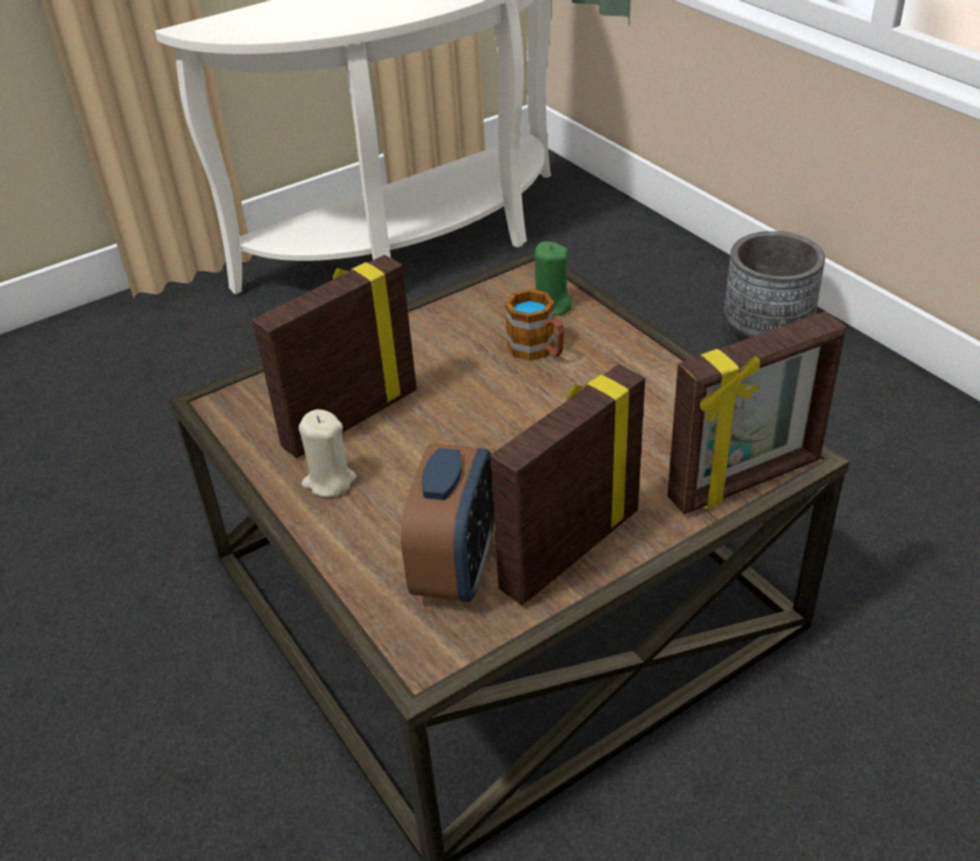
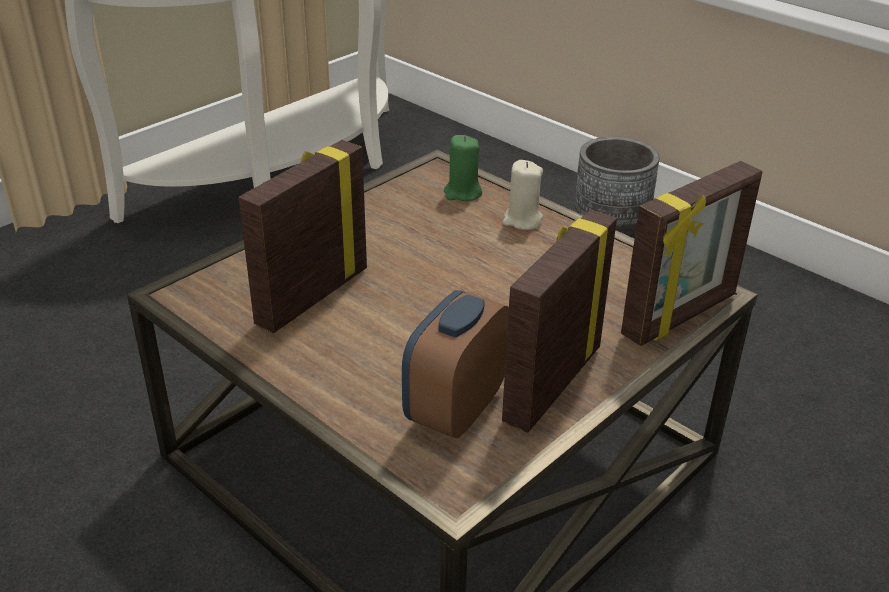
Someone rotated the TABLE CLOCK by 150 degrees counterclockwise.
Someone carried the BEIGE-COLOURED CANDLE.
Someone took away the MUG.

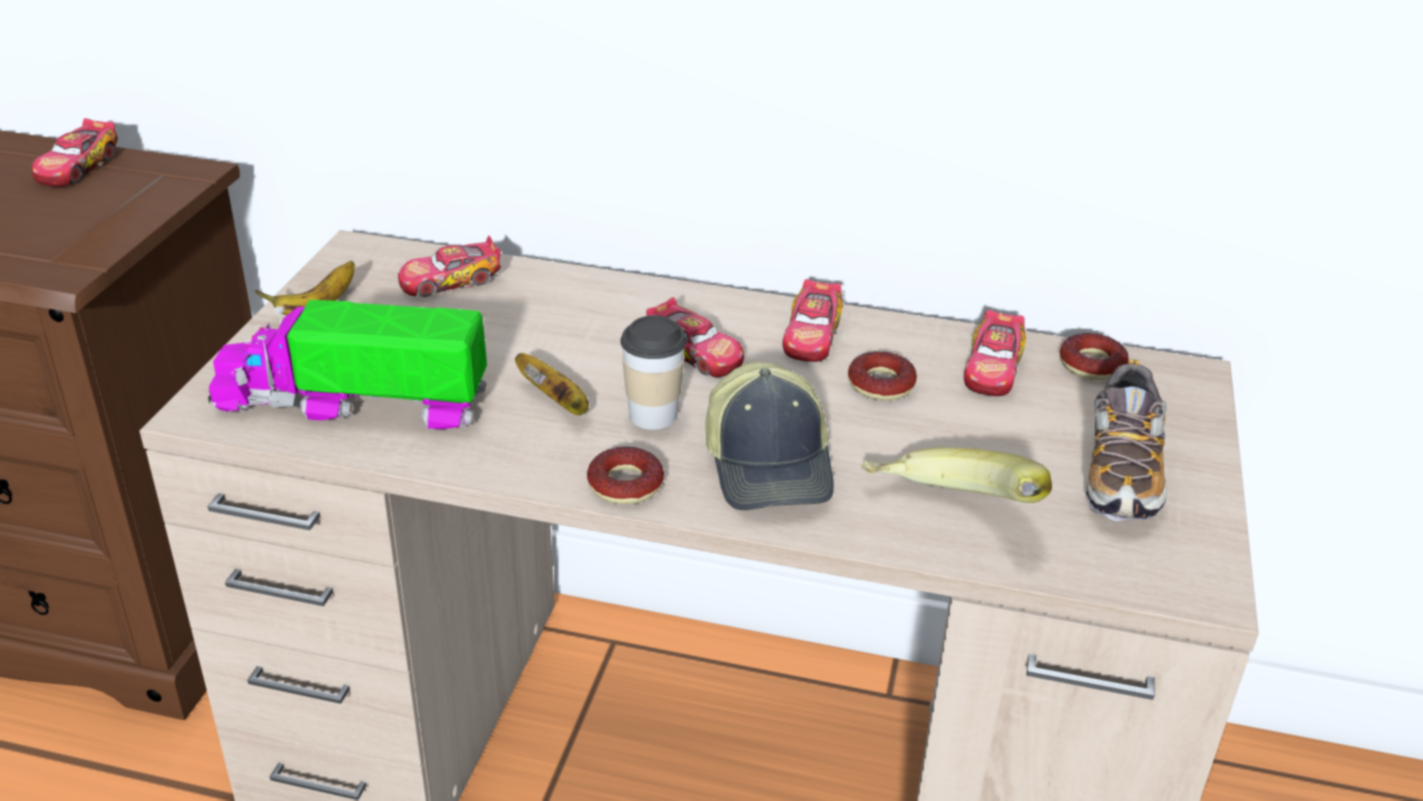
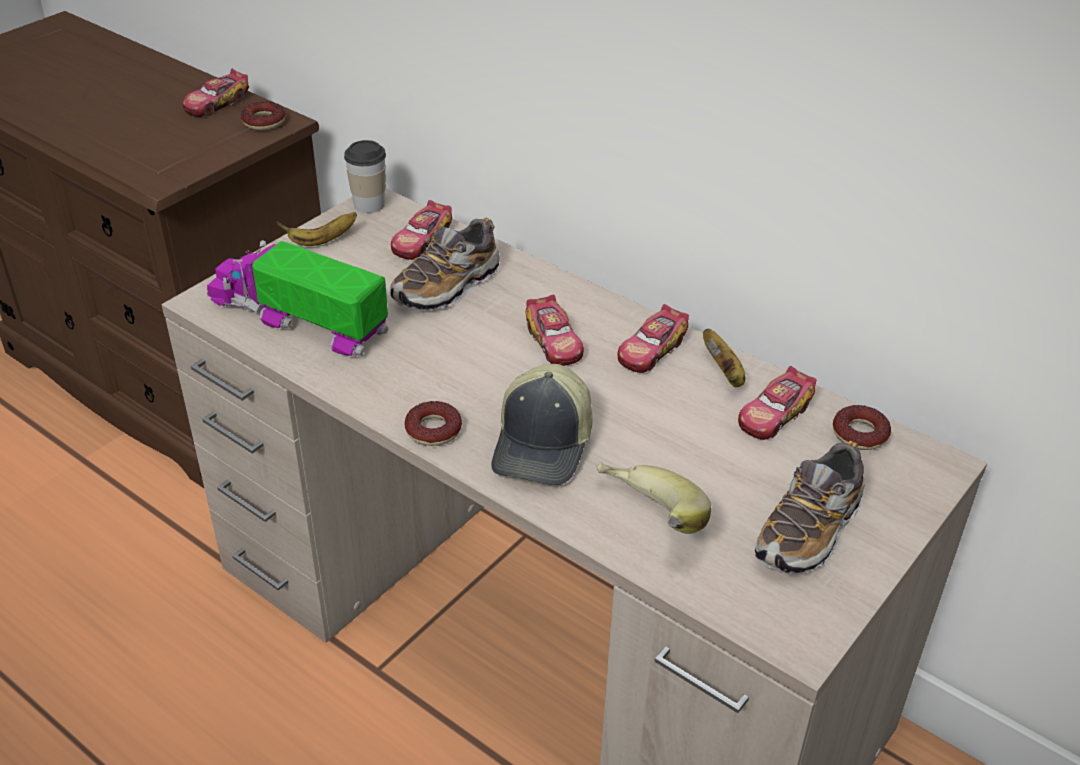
Someone carried the DONUT (2nd from left in the first image).
Someone carried the DRINKING CUP.
Someone put down the LOW SHOE (1st from left).
Someone rotated the MINIATURE CAR (2nd from left) by 60 degrees counterclockwise.
Someone carried the BANANA (2nd from left in the first image).

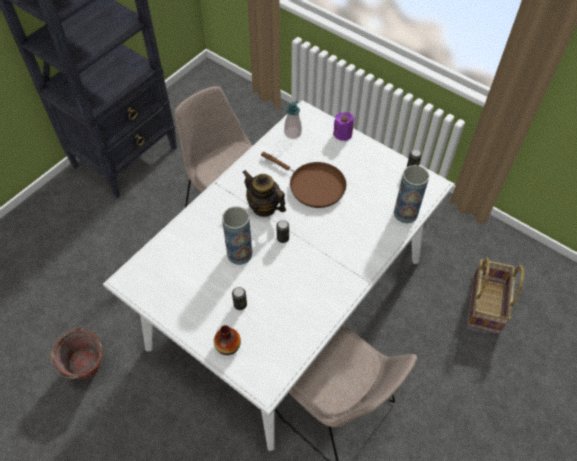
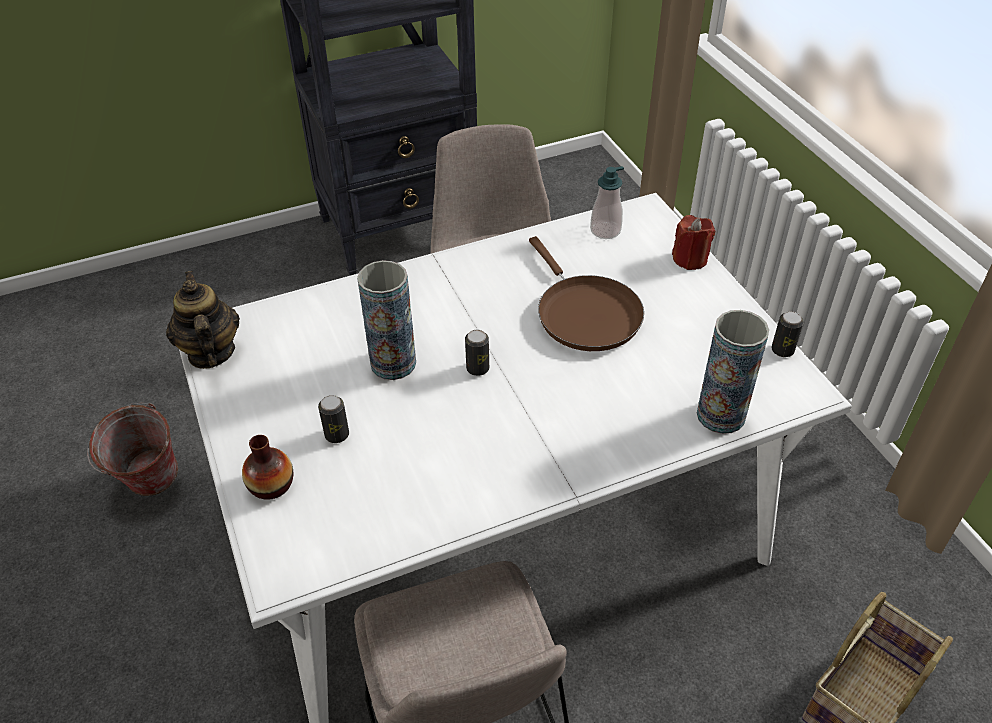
Someone carried the TEA POT.
Someone repainted the PURPLE-COLOURED CANDLE, which became the RED-COLOURED CANDLE.

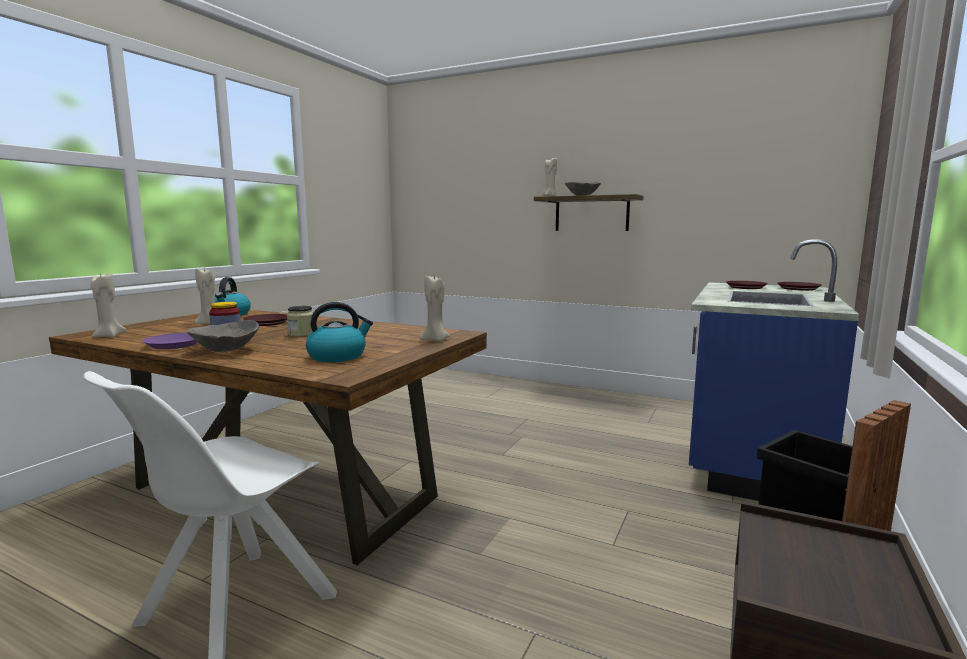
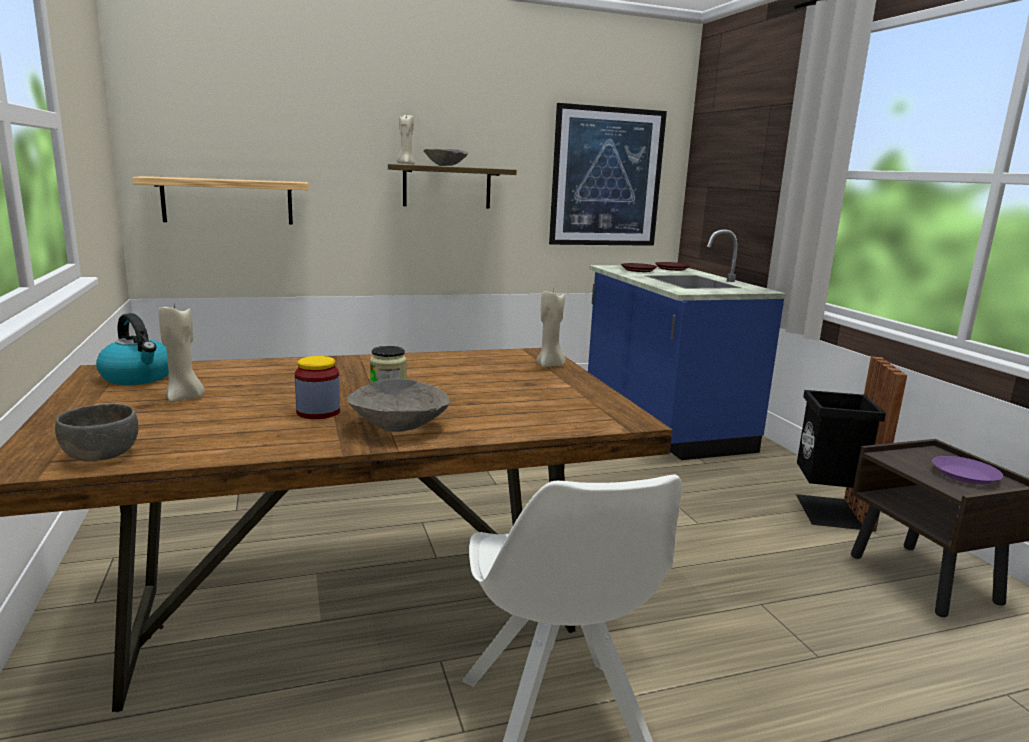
Someone swapped the BEIGE-COLOURED CANDLE (1st from left) for the GRAY BOWL (1st from left).
Someone put up the WALL SHELF (1st from left).
Someone put up the WALL PICTURE.
Someone carried the PURPLE-COLOURED DINNER PLATE.
Someone took away the BROWN DINNER PLATE (1st from left).
Someone took away the KETTLE (2nd from left).

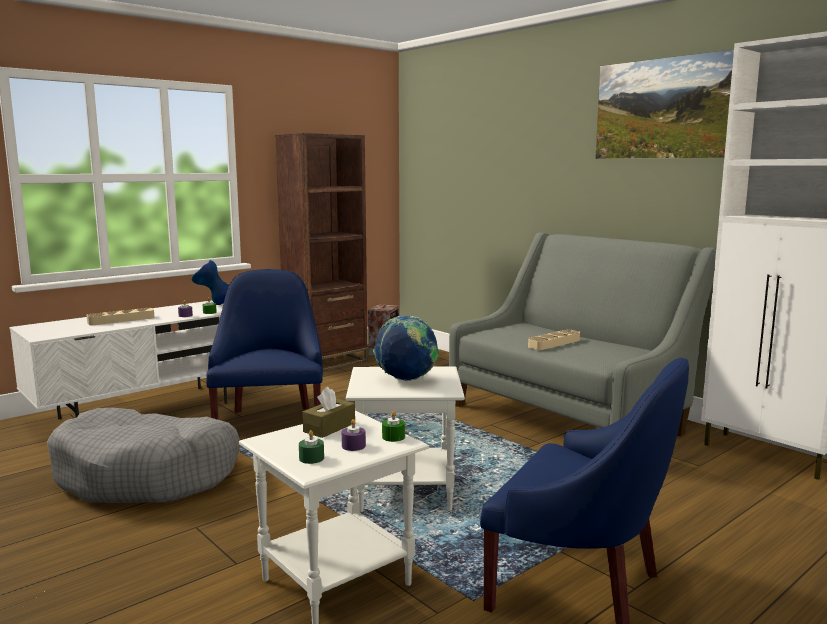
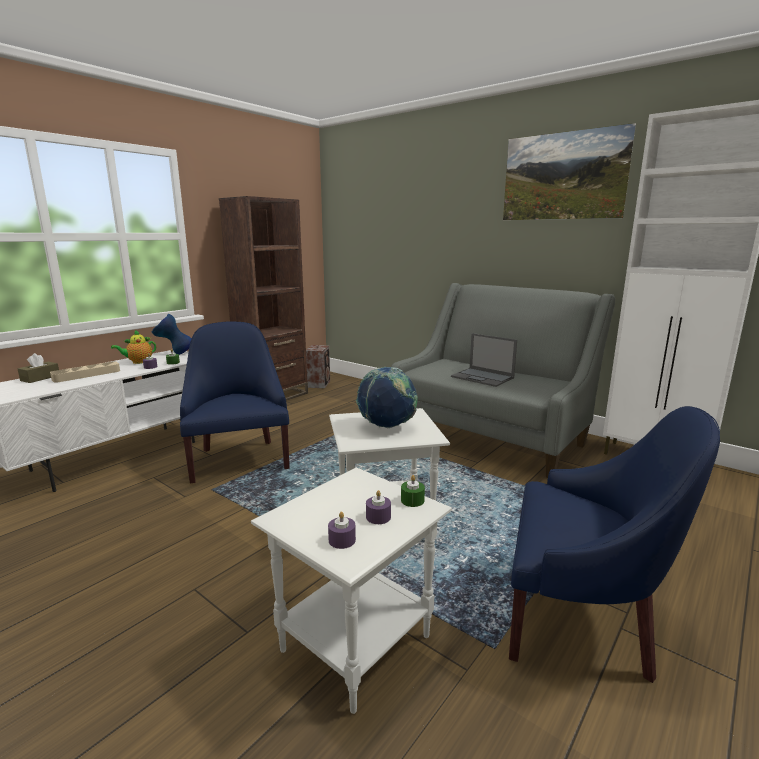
Someone carried the BROWN TISSUE HOLDER.
Someone put down the TEA POT.
Someone repainted the GREEN-COLOURED CANDLE (2nd from left), which became the PURPLE-COLOURED CANDLE (2nd from left).
Someone swapped the BEIGE-COLOURED SERVING TRAY (2nd from left) for the LAPTOP.
Someone took away the GRAY PET BED.

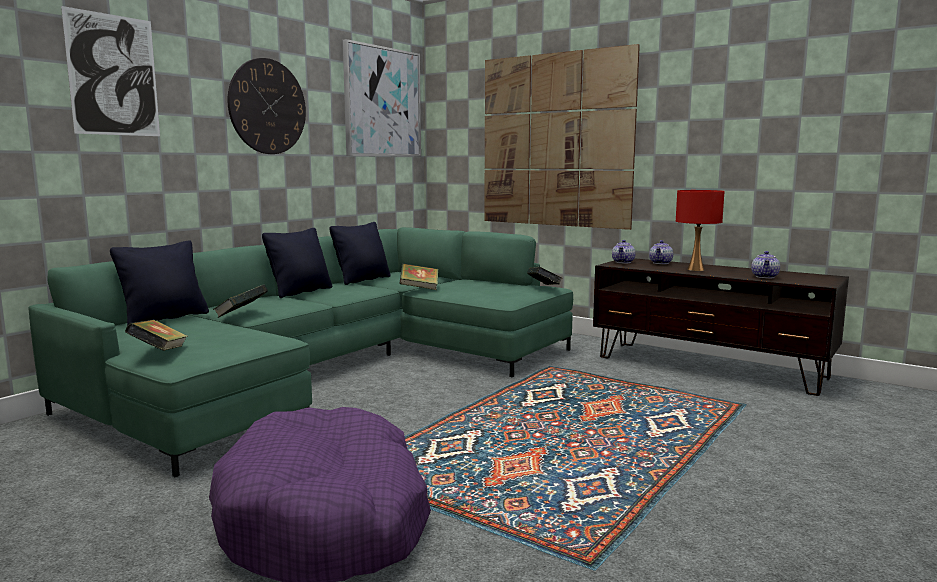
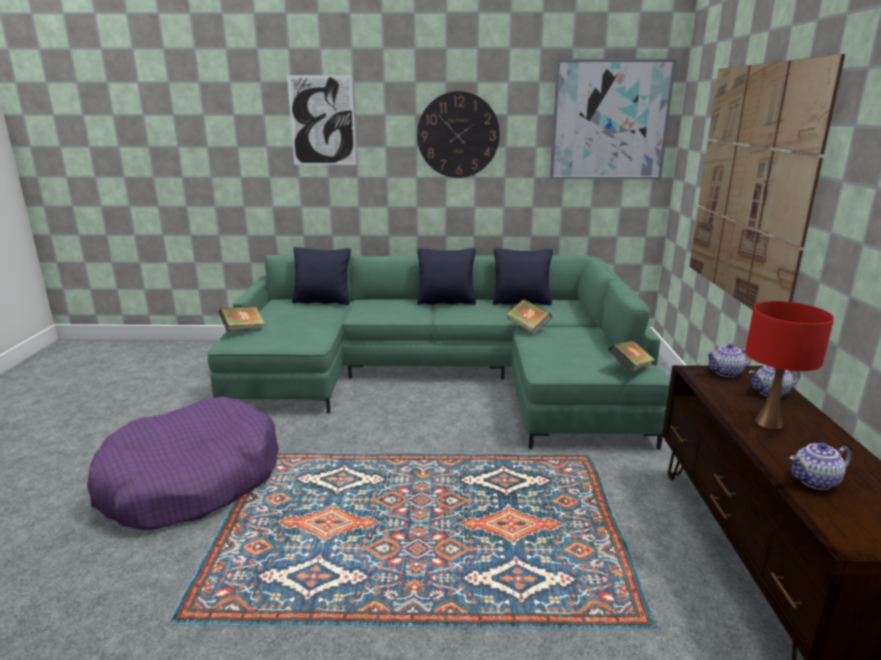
Someone took away the BOOK (2nd from left).

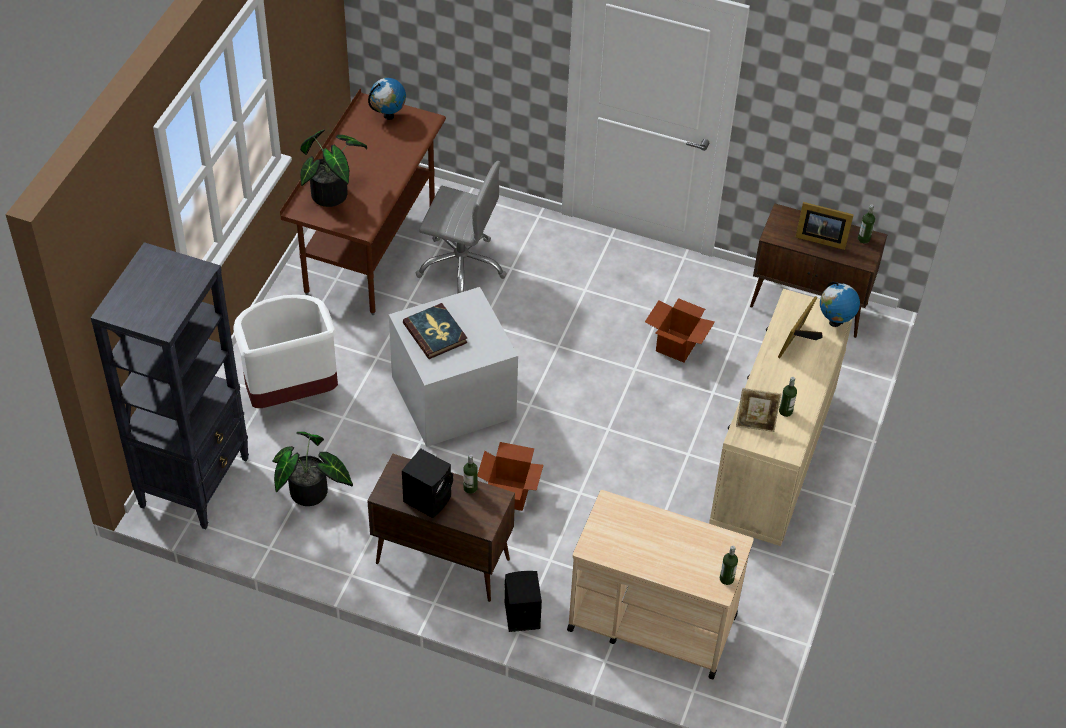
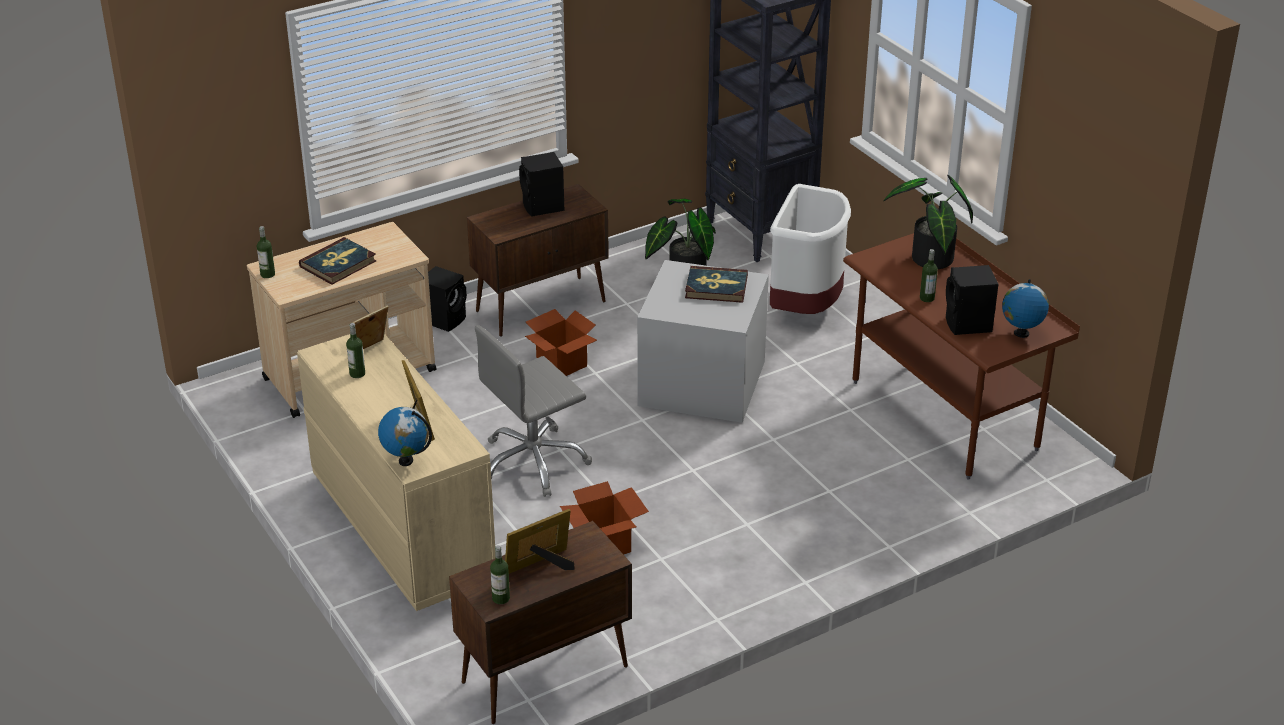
Someone put down the BOOK (1st from left).
Someone carried the GRAY COMPUTER CHAIR.
Someone carried the BEVERAGE BOTTLE (1st from left in the first image).
Someone put down the BLACK LOUDSPEAKER (3rd from left).

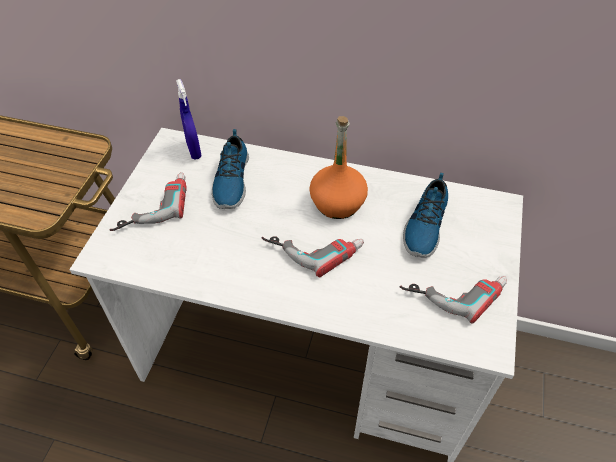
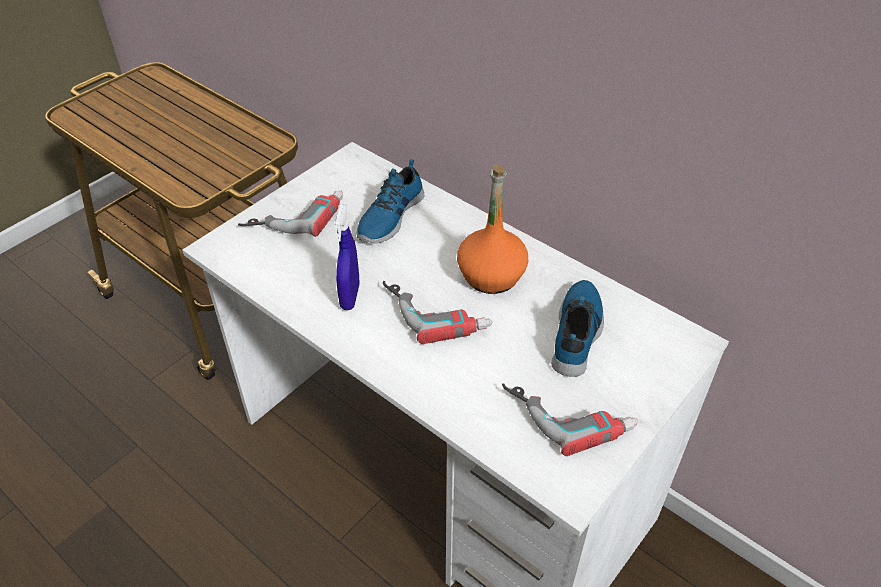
Someone carried the BLUE HAND SPRAYER.
Someone rotated the LOW SHOE (2nd from left) by 150 degrees clockwise.

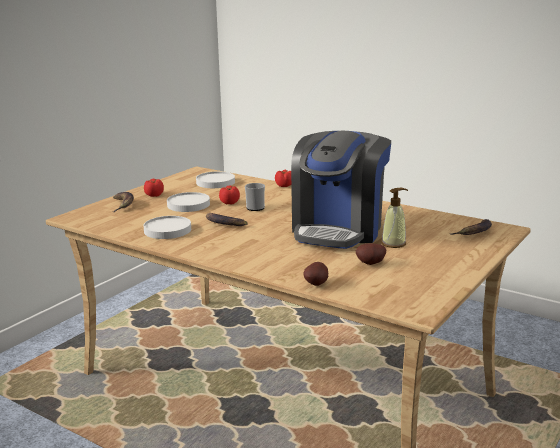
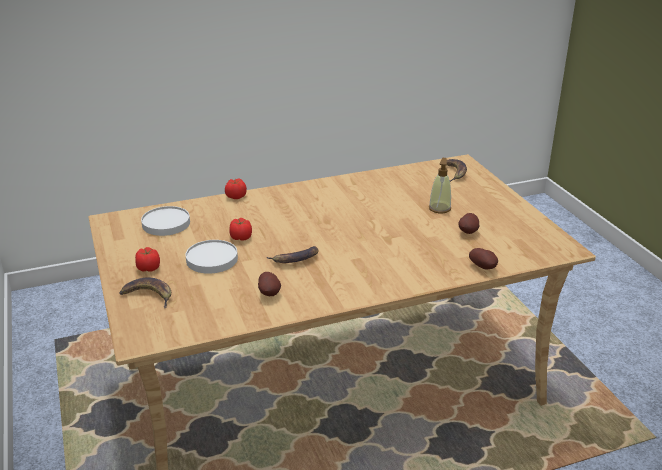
Someone swapped the WHITISH DINNER PLATE (1st from left) for the SPUD (1st from left).
Someone took away the MUG.
Someone took away the COFFEE MAKER.

